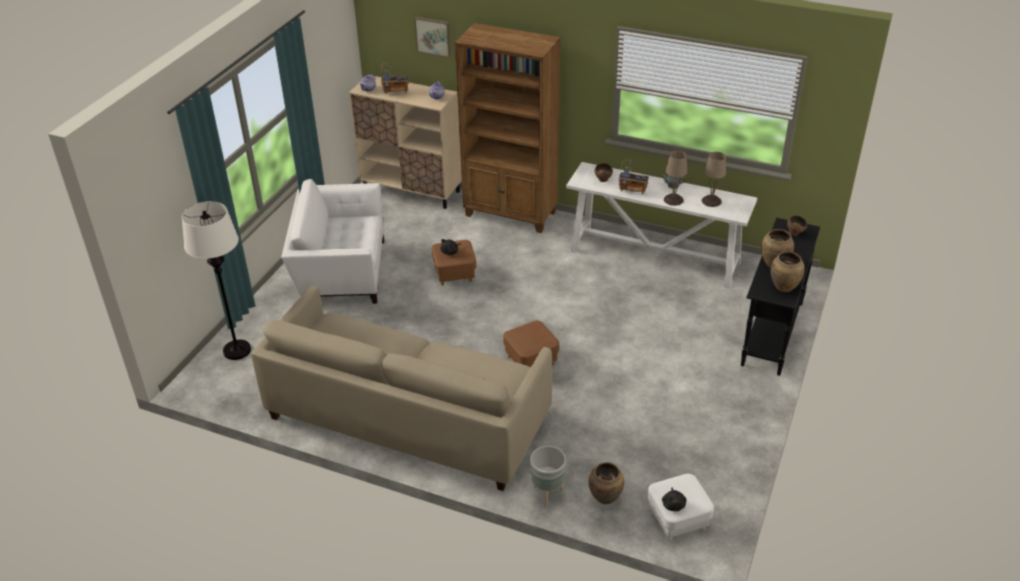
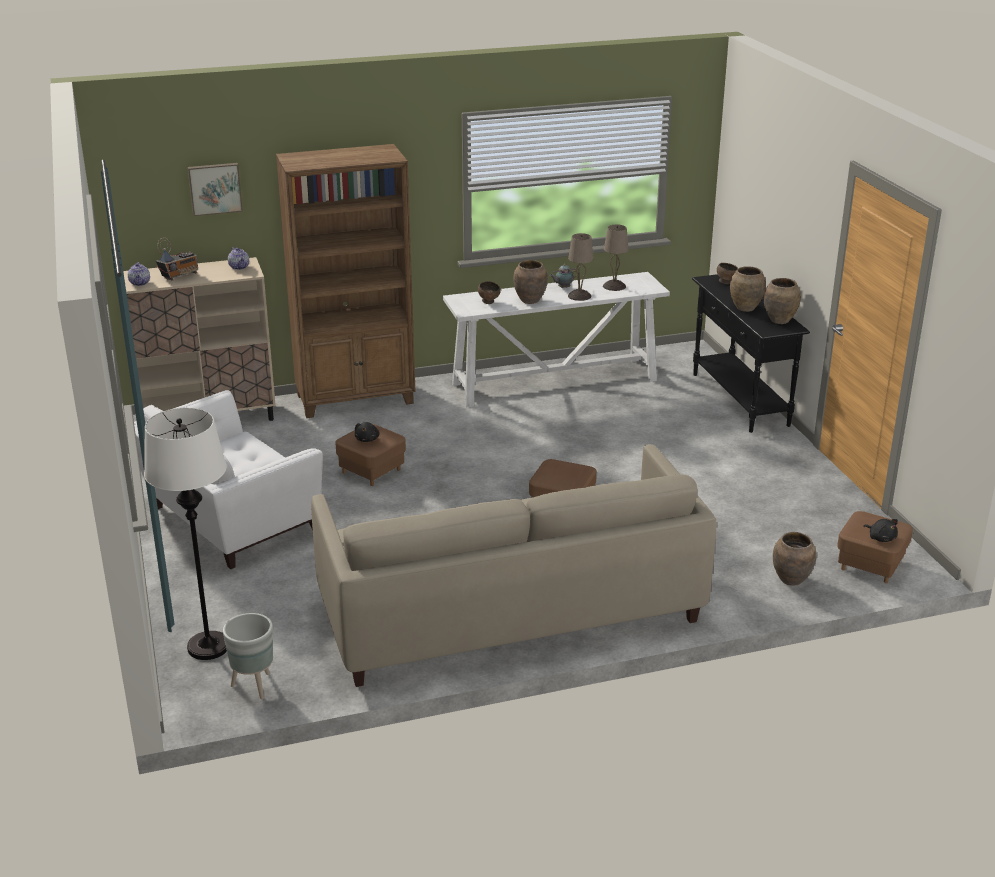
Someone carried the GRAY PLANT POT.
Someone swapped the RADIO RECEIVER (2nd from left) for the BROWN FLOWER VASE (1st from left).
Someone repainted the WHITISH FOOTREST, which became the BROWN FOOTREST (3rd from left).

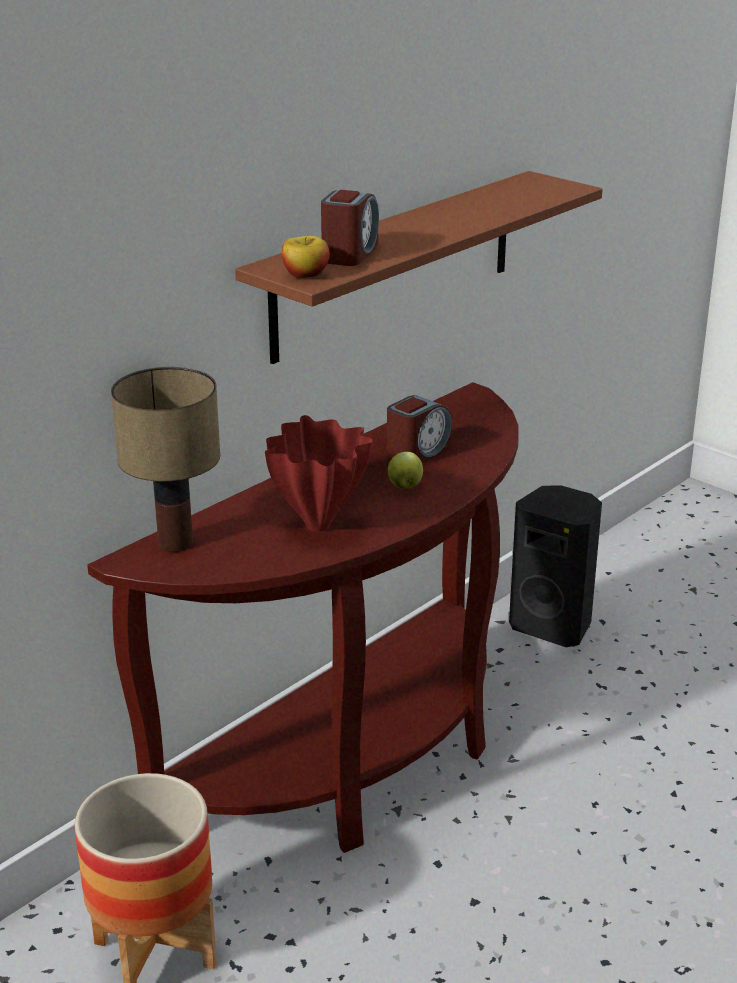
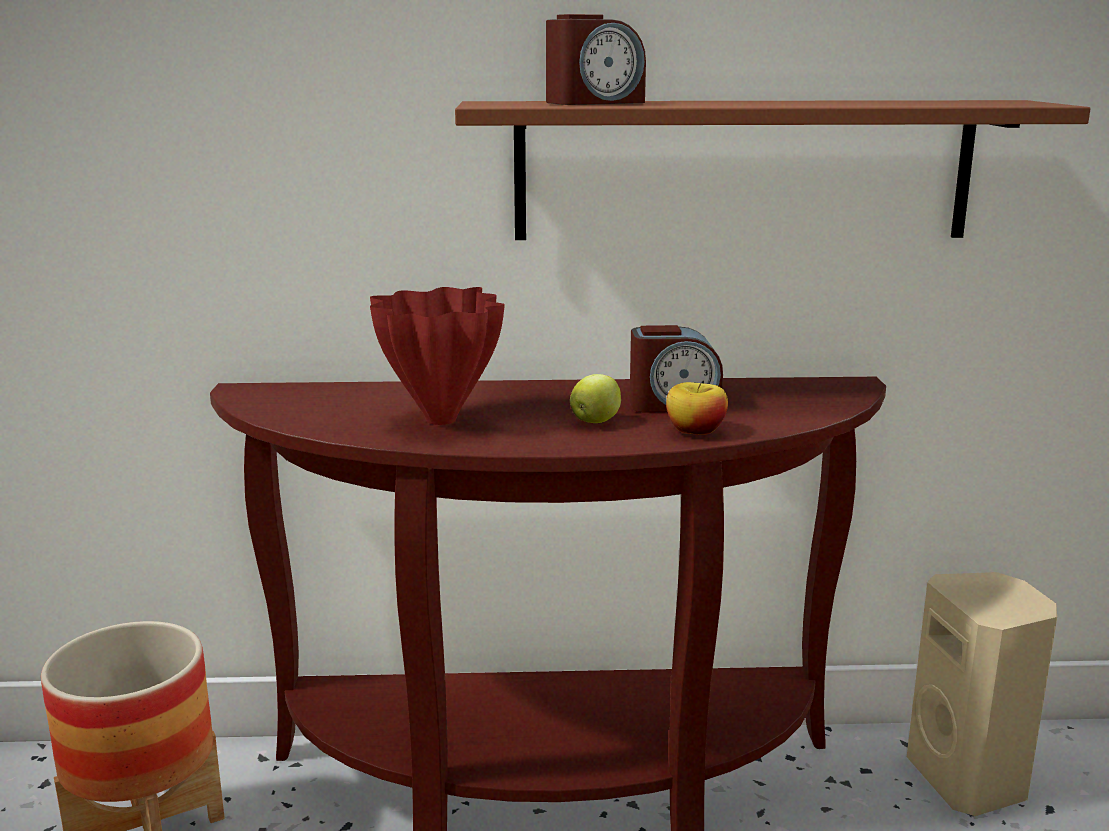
Someone carried the WHOLE APPLE (1st from left in the first image).
Someone repainted the BLACK LOUDSPEAKER, which became the BEIGE-COLOURED LOUDSPEAKER.
Someone took away the LAMP FOR A TABLE.

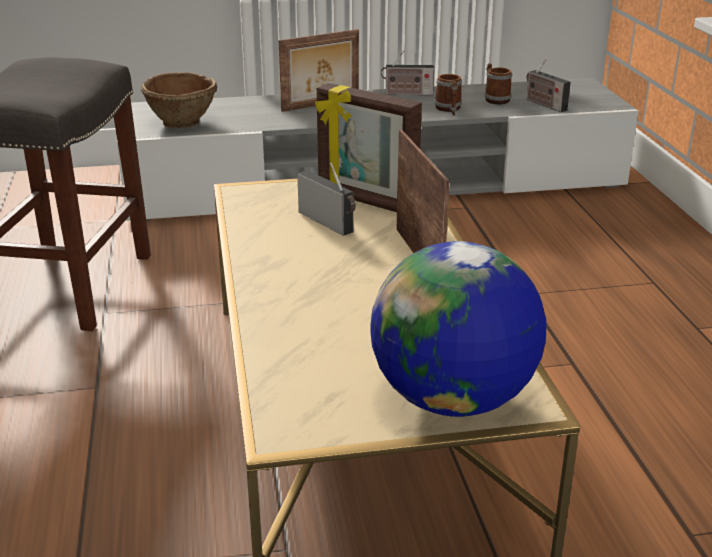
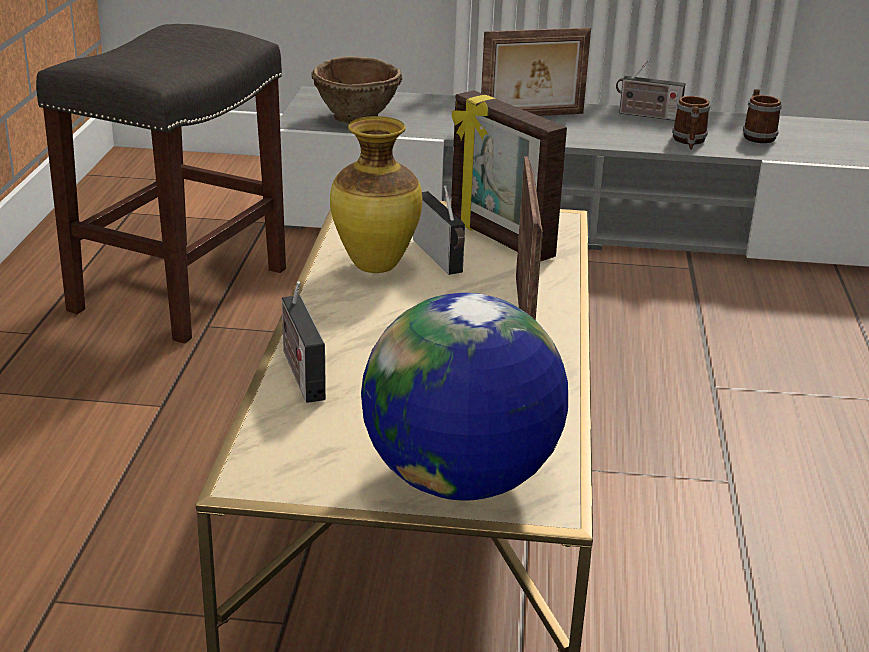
Someone carried the RADIO RECEIVER (3rd from left in the first image).
Someone put down the FLOWER VASE.

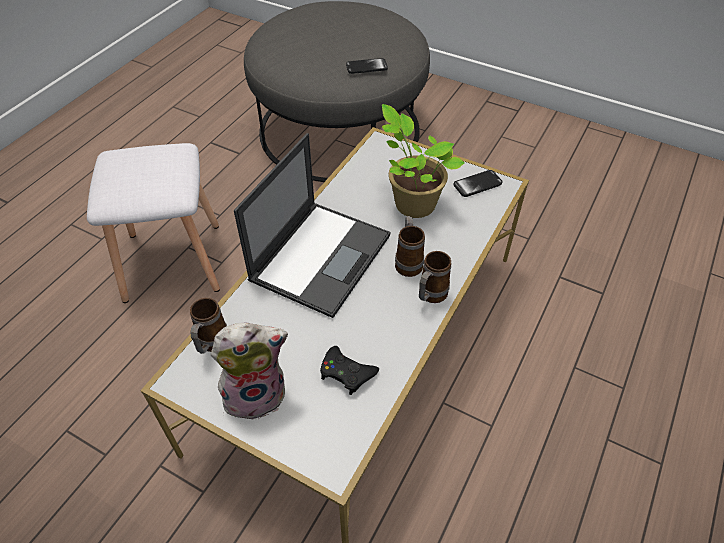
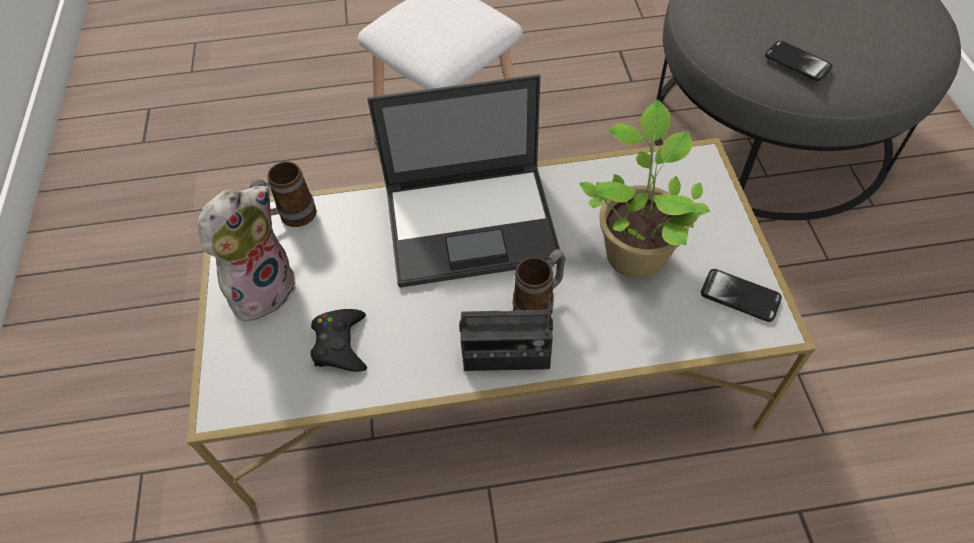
Someone rotated the CUDDLY TOY by 90 degrees counterclockwise.
Someone swapped the MUG (3rd from left) for the RADIO RECEIVER.

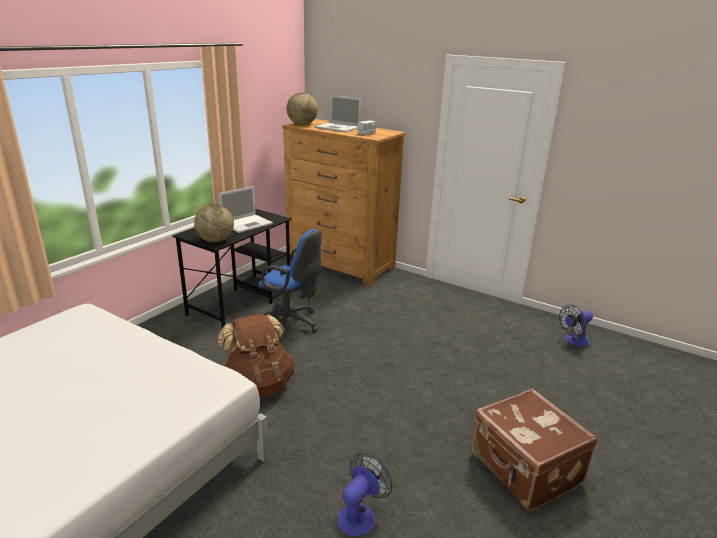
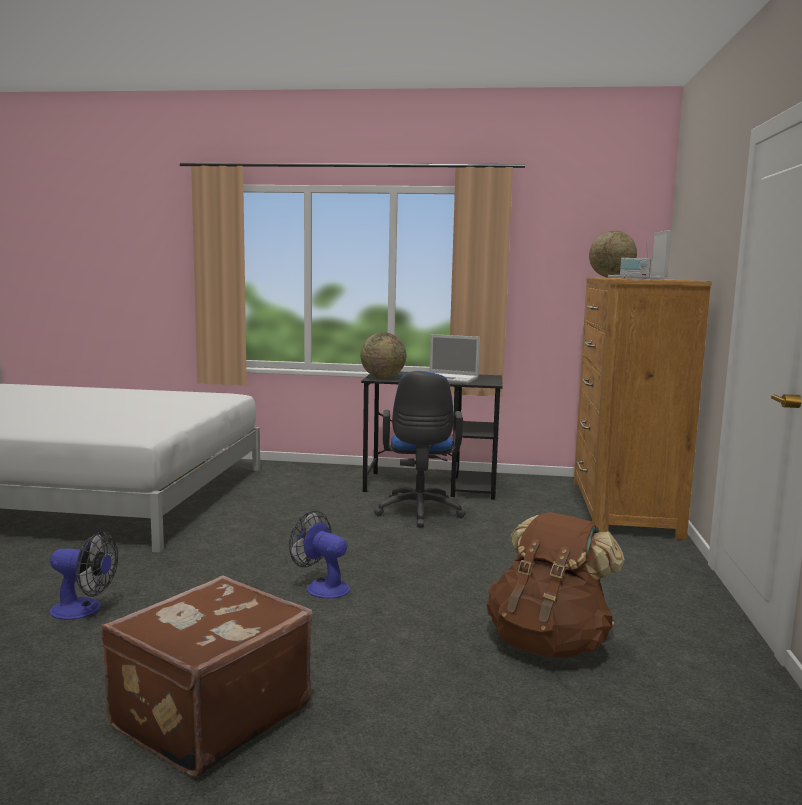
Someone carried the FAN (2nd from left).
Someone carried the BROWN RUCKSACK.

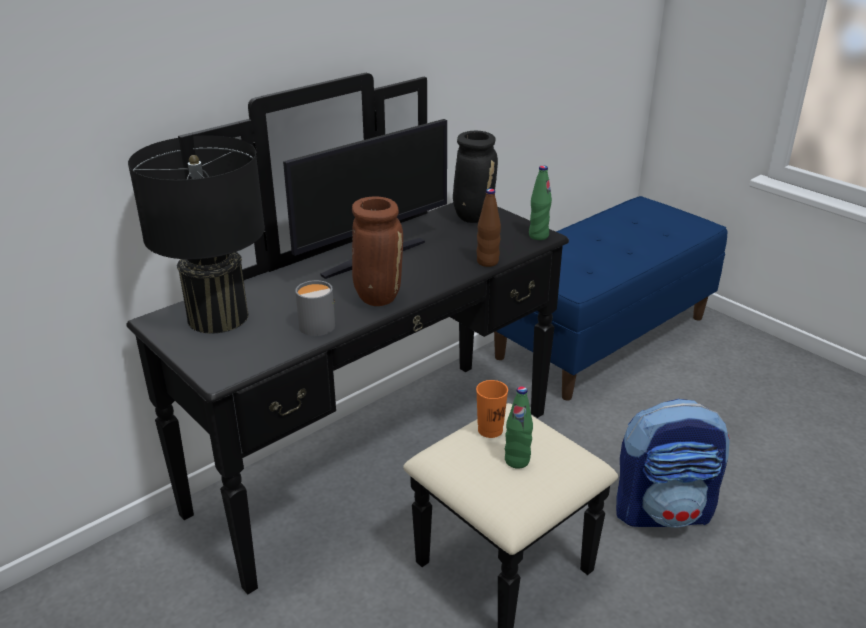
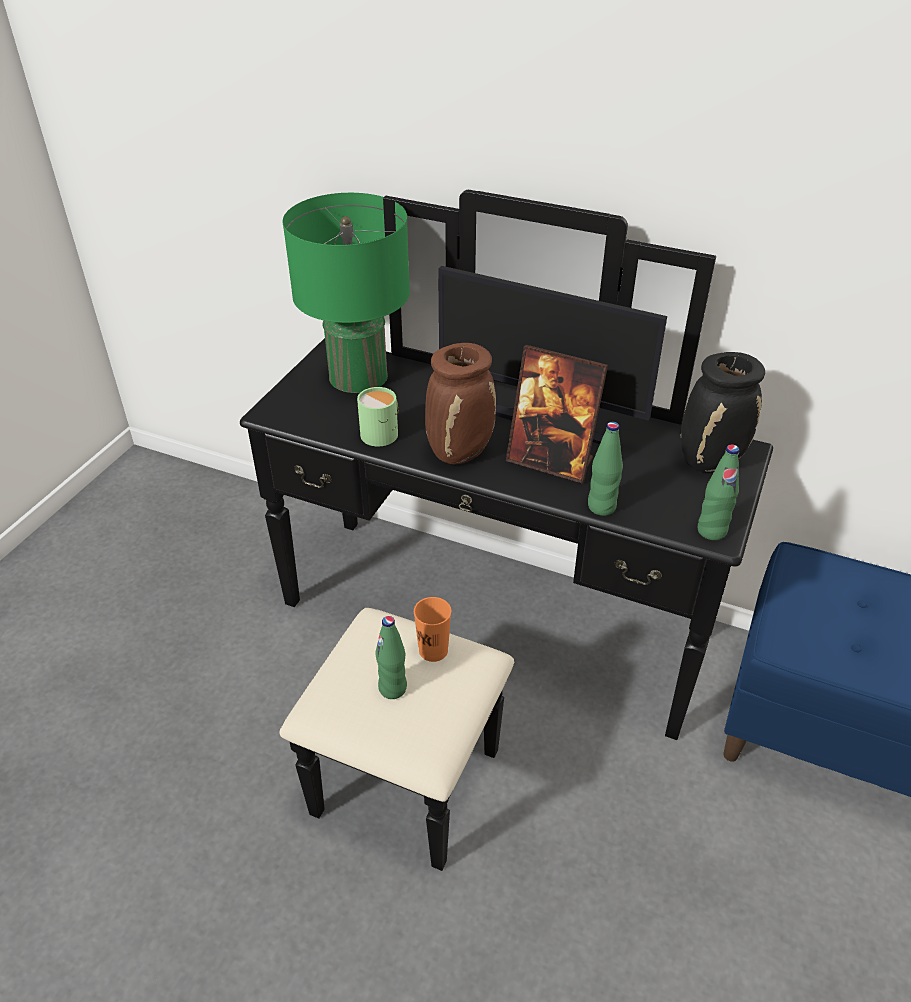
Someone repainted the BLACK LAMP FOR A TABLE, which became the GREEN-COLOURED LAMP FOR A TABLE.
Someone repainted the GRAY MUG, which became the GREEN-COLOURED MUG.
Someone put down the STANDING FRAME.
Someone repainted the BROWN BEVERAGE BOTTLE, which became the GREEN-COLOURED BEVERAGE BOTTLE (2nd from left).
Someone took away the RUCKSACK.

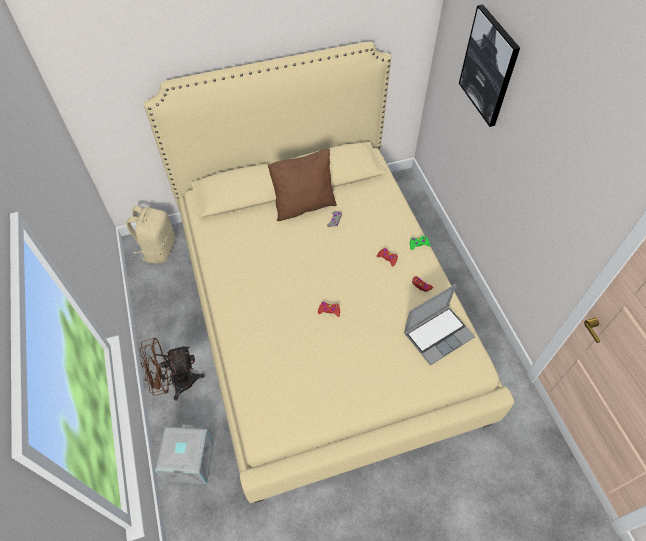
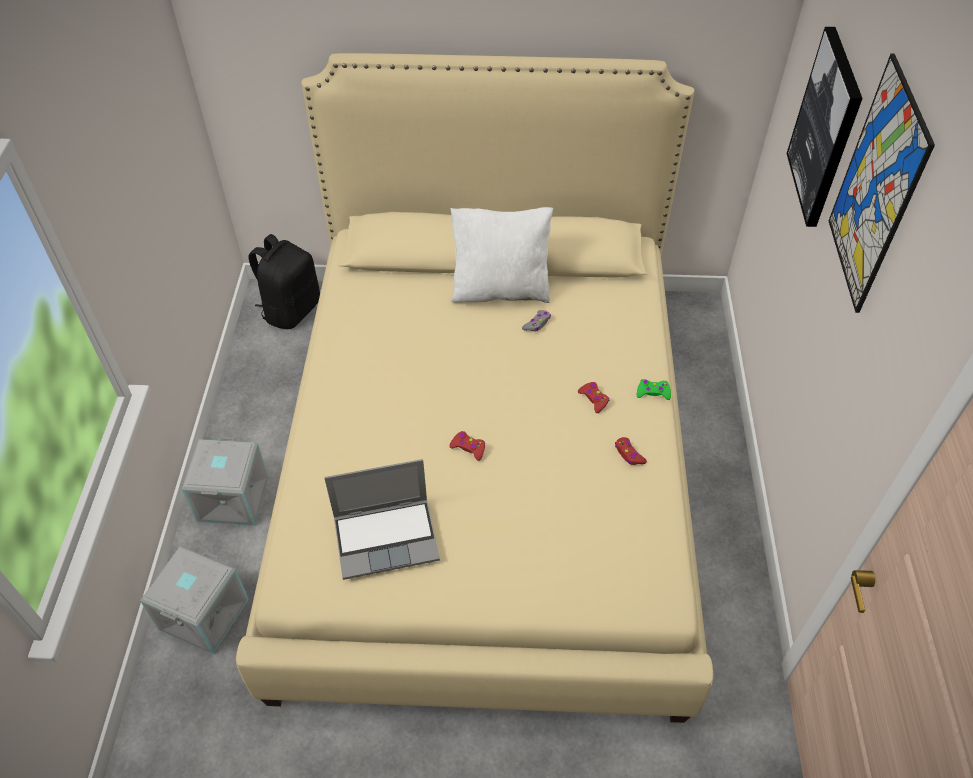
Someone swapped the BROWN FAN for the GRAY STORAGE BIN (2nd from left).
Someone repainted the BEIGE-COLOURED RUCKSACK, which became the BLACK RUCKSACK.
Someone carried the LAPTOP.
Someone repainted the BROWN THROW PILLOW, which became the WHITISH THROW PILLOW.
Someone put up the WALL PICTURE (2nd from left).

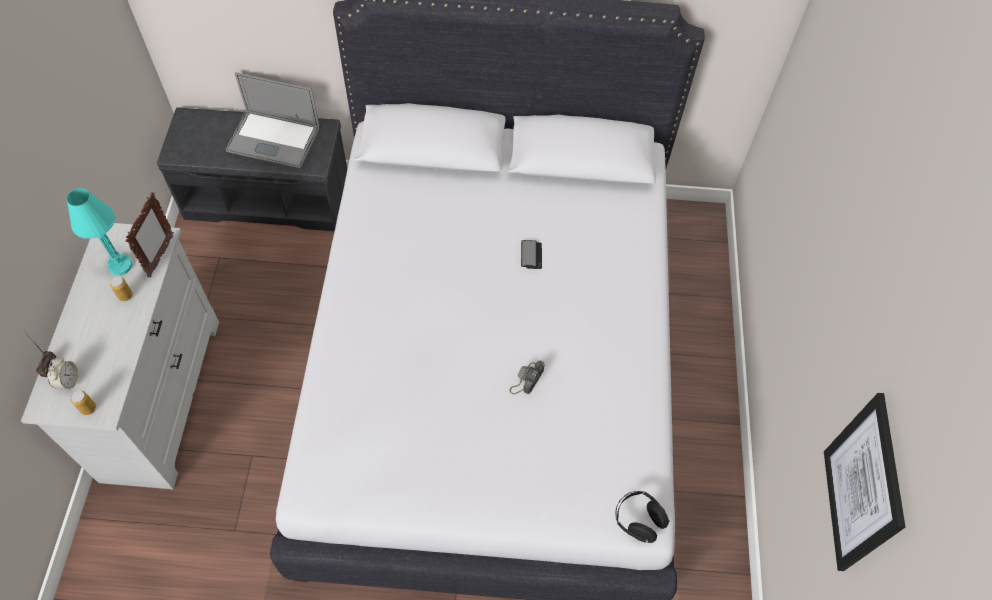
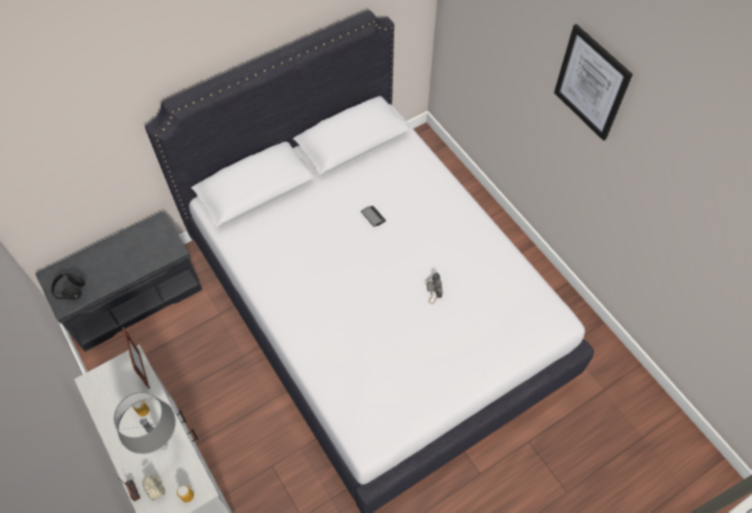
Someone carried the BLACK PAIR OF HEADPHONES.
Someone put down the GRAY LAMP FOR A TABLE.
Someone carried the WALL PICTURE.
Someone took away the TURQUOISE LAMP FOR A TABLE.
Someone took away the LAPTOP.

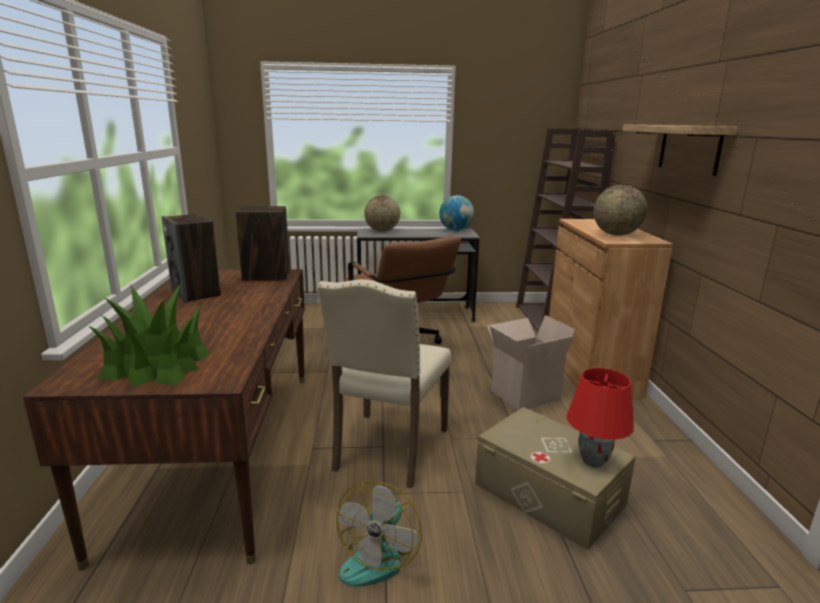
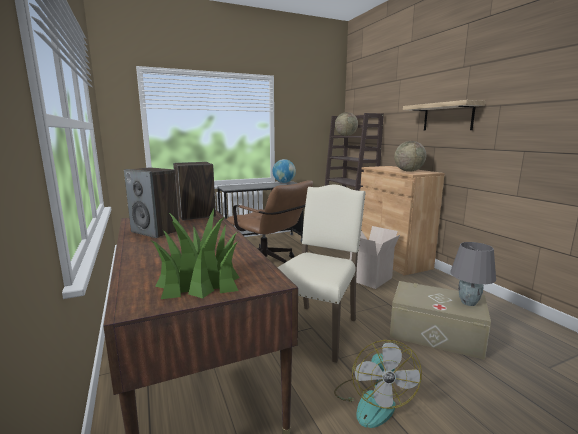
Someone rotated the BEIGE-COLOURED PLAIN CHAIR by 150 degrees counterclockwise.
Someone carried the WORLD GLOBE (1st from left in the first image).
Someone repainted the RED-COLOURED LAMP FOR A TABLE, which became the GRAY LAMP FOR A TABLE.

